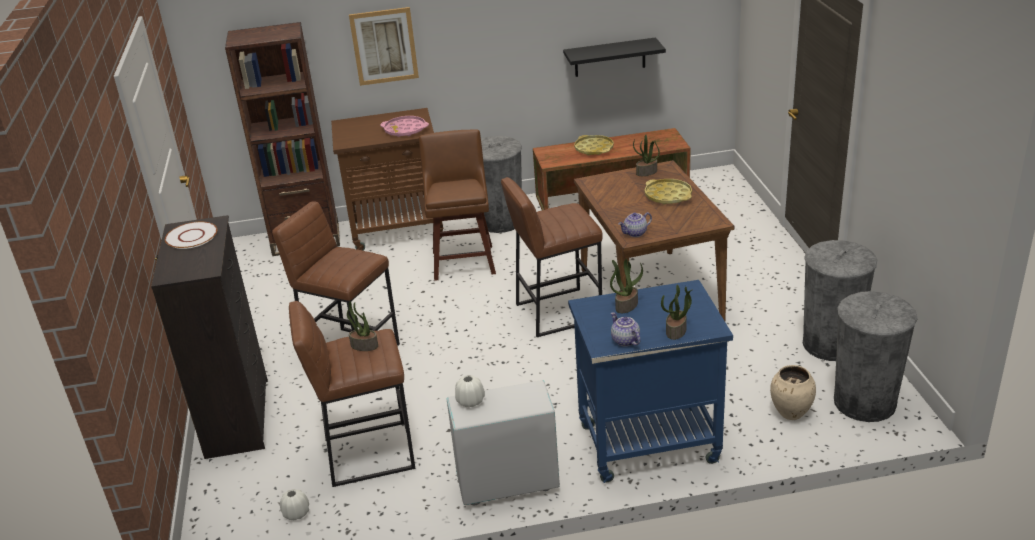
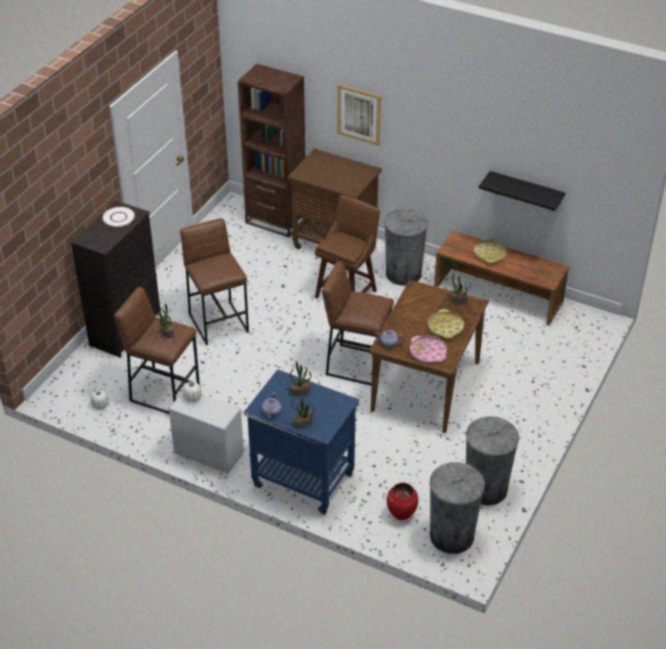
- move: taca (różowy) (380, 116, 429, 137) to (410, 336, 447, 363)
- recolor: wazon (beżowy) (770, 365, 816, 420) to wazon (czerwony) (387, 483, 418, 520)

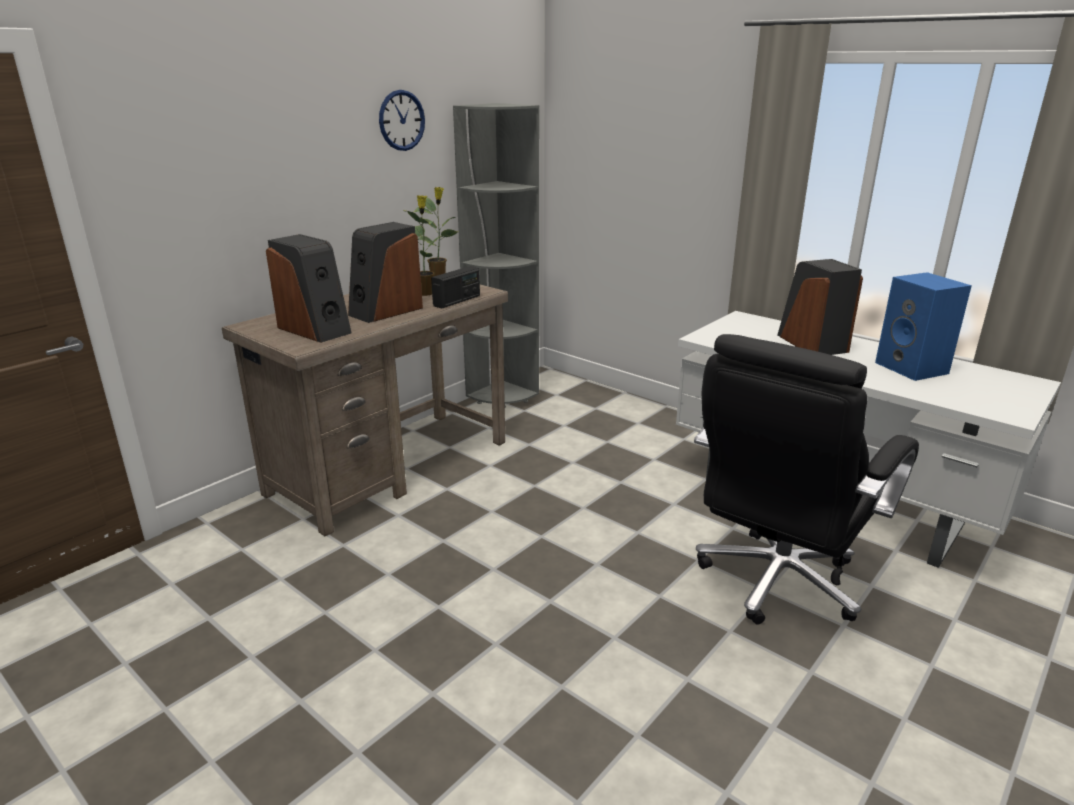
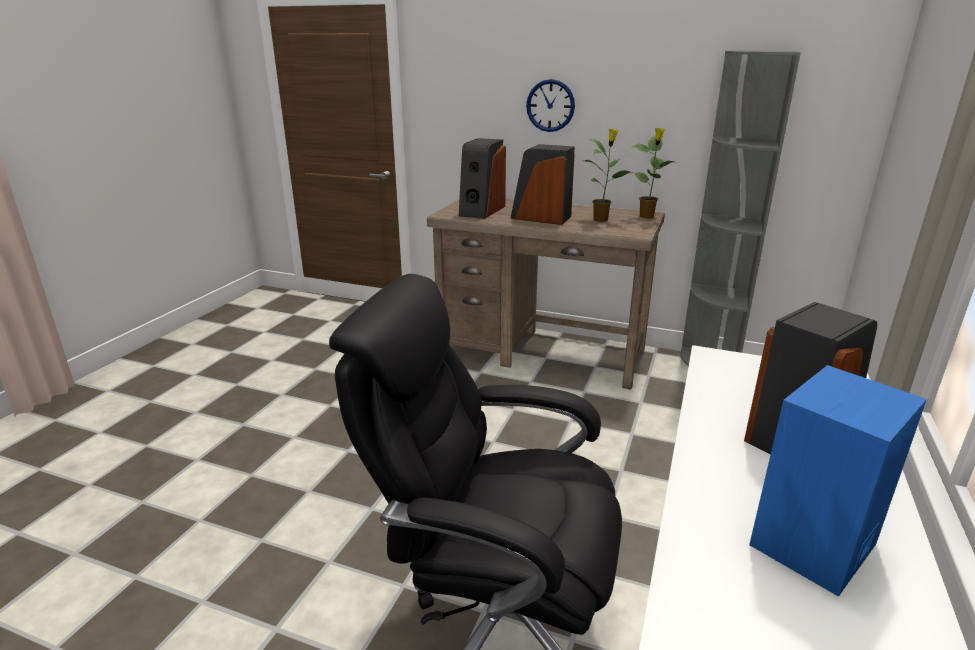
- move: zegar ścienny (379, 90, 425, 151) to (526, 79, 575, 132)
- delete: radio (431, 266, 480, 308)

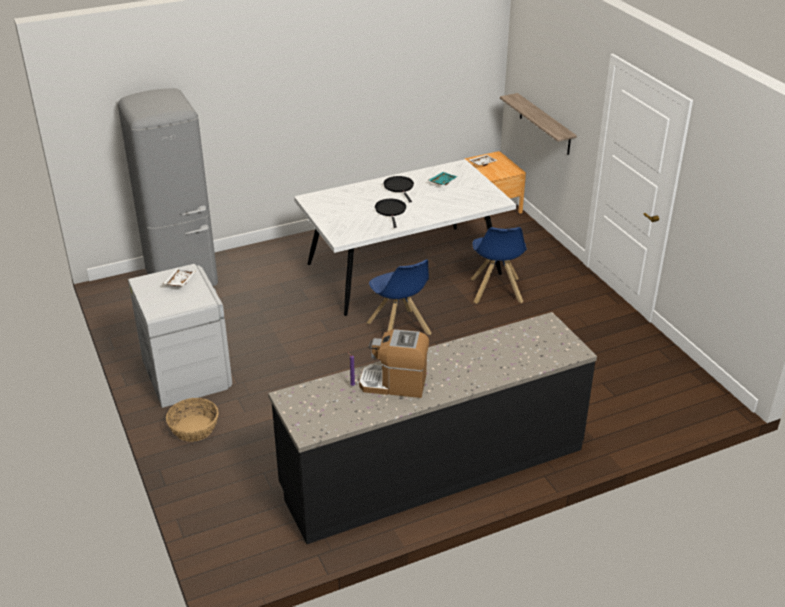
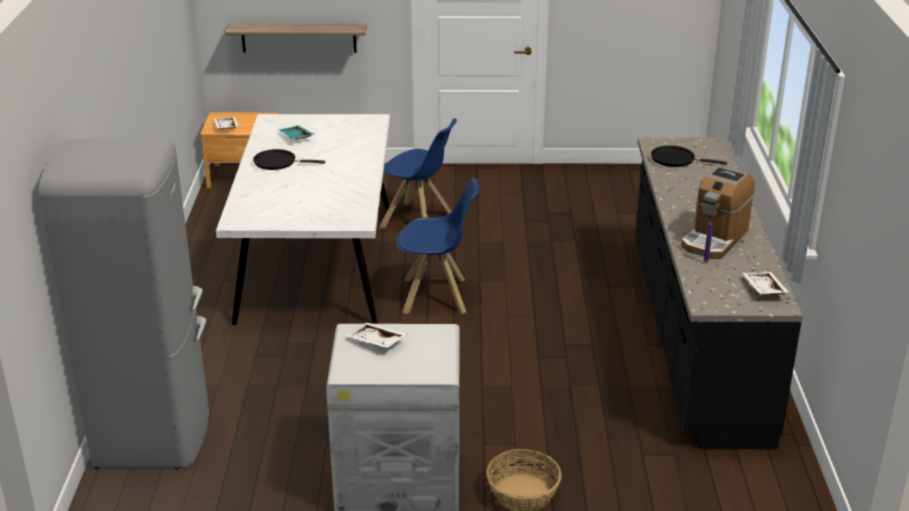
- move: patelnia (czarny) (375, 199, 406, 228) to (651, 146, 727, 167)
- insert: taca (biały) (743, 272, 790, 295)

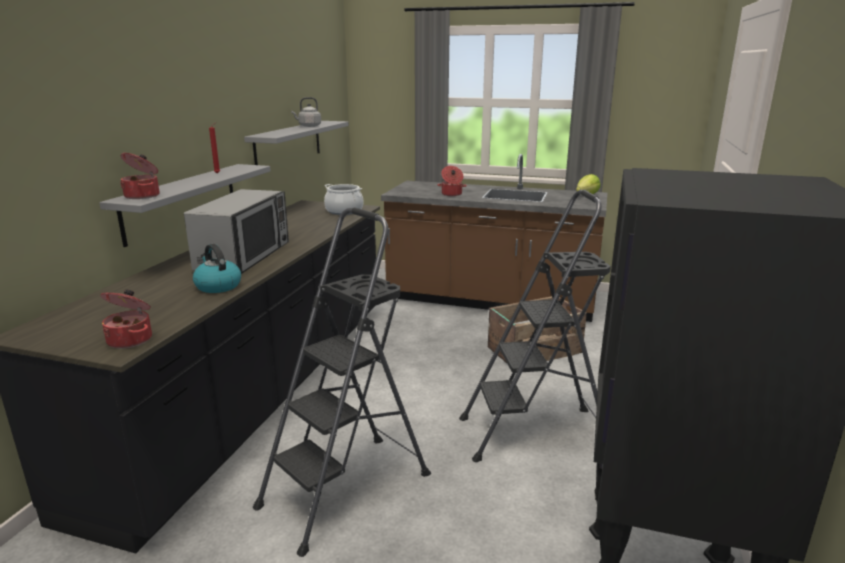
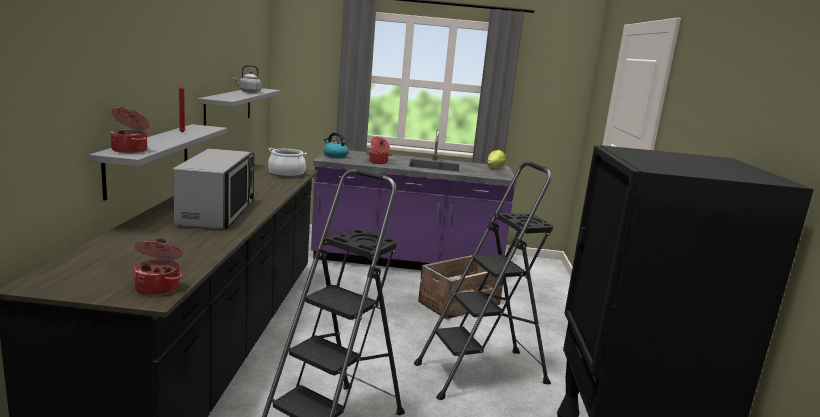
- move: czajnik (193, 244, 241, 293) to (323, 132, 348, 158)
- recolor: zabudowa kuchenna (brązowy) (381, 154, 607, 322) to zabudowa kuchenna (fioletowy) (311, 129, 517, 270)

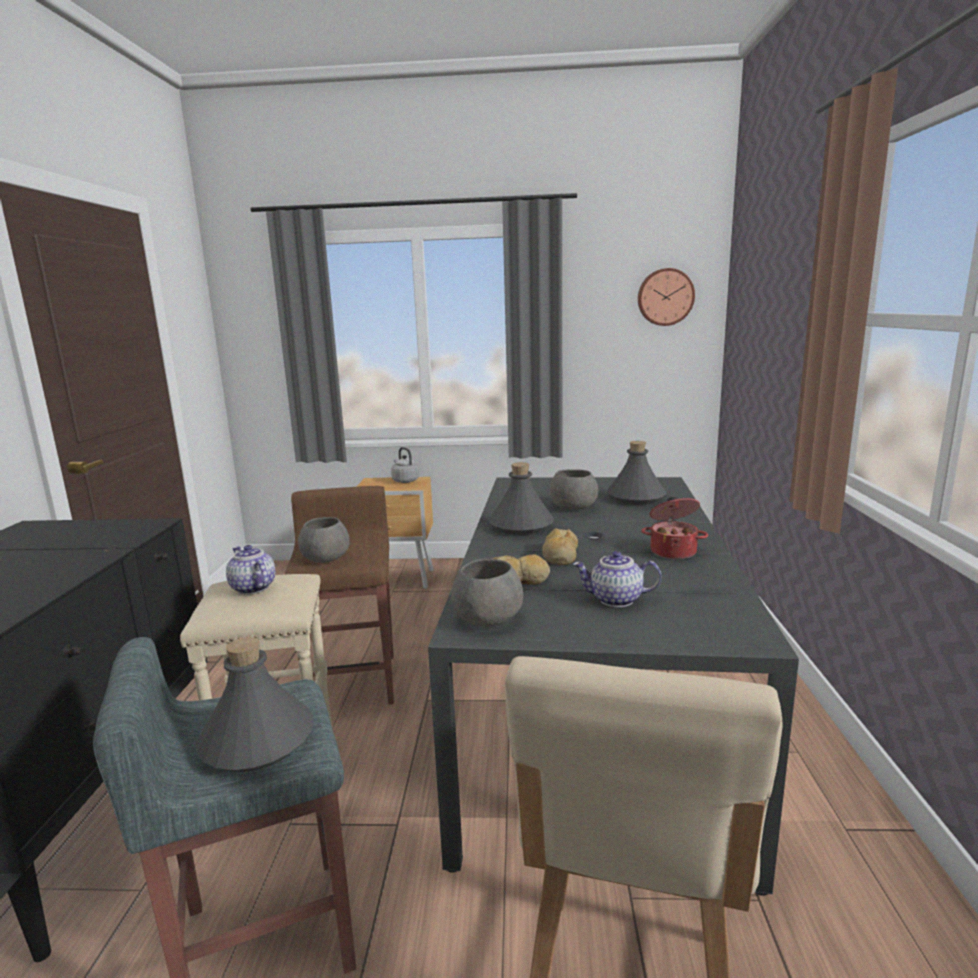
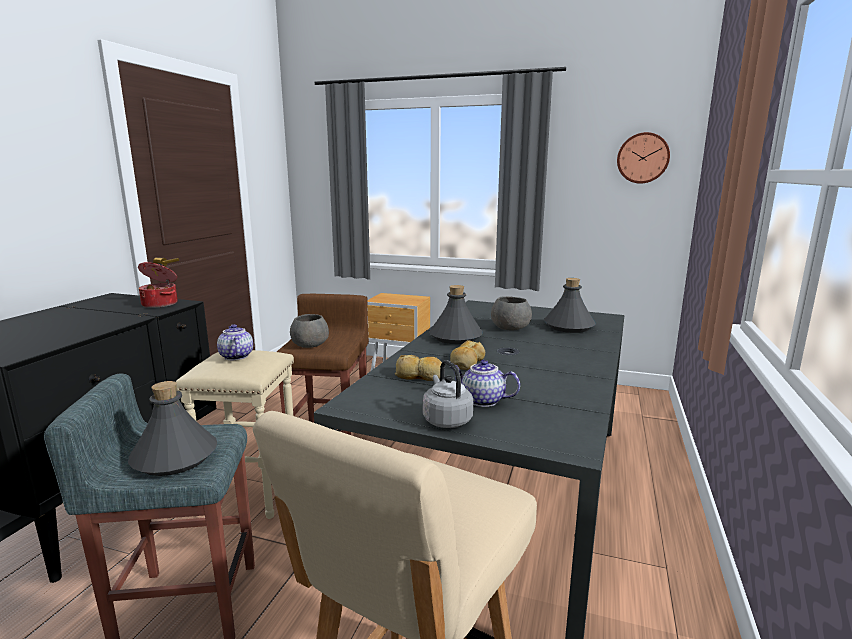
- move: czajnik (szary) (391, 447, 419, 483) to (423, 360, 473, 428)
- delete: miska (szary) (451, 559, 523, 627)
- move: garnek (641, 497, 708, 559) to (138, 262, 178, 308)

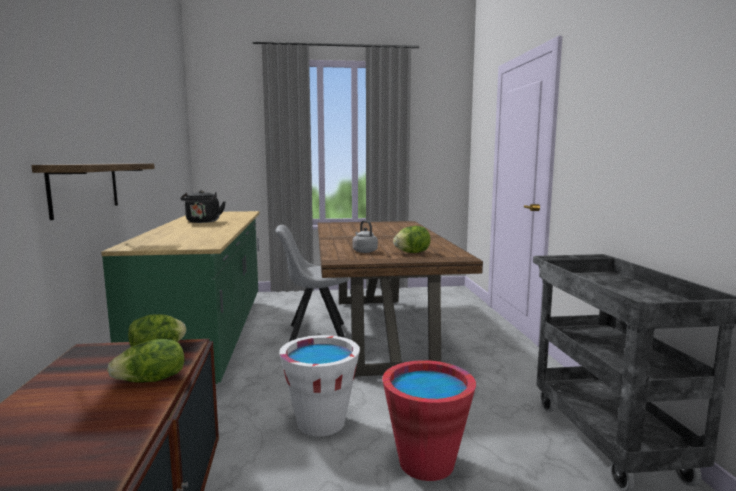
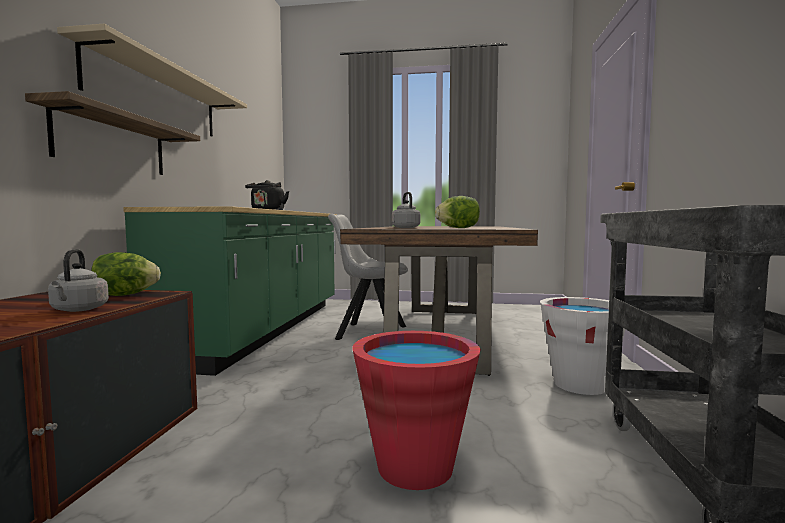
- replace: sałata (107, 339, 184, 383) to czajnik (szary) (48, 249, 109, 312)
- move: wiadro (biały) (279, 335, 360, 436) to (540, 297, 626, 395)
- insert: półka (beżowy) (57, 24, 247, 137)

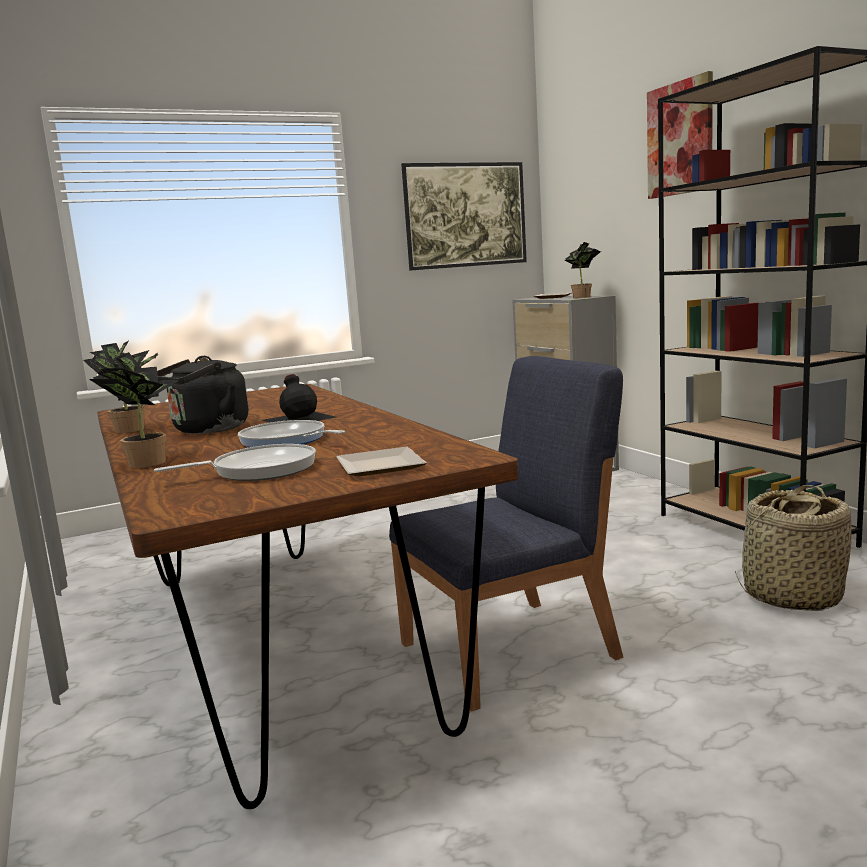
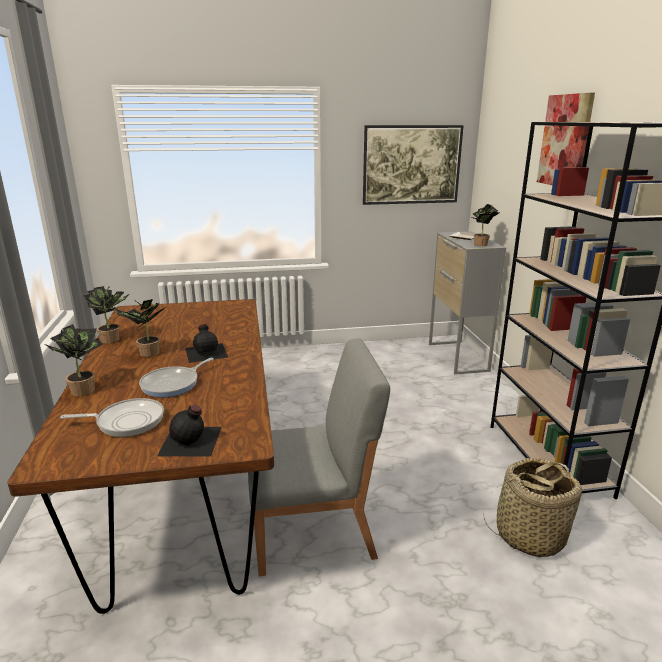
- replace: czajnik (czarny) (157, 356, 248, 434) to roślina doniczkowa (115, 299, 166, 357)
- rotate: patelnia (238, 420, 345, 447) = (139, 358, 214, 398) 105 degrees counterclockwise
- replace: talerz (337, 447, 426, 476) to butelka (czarny) (157, 405, 222, 457)
- recolor: krzesło (niebieski) (389, 356, 623, 712) to krzesło (szary) (248, 338, 390, 576)

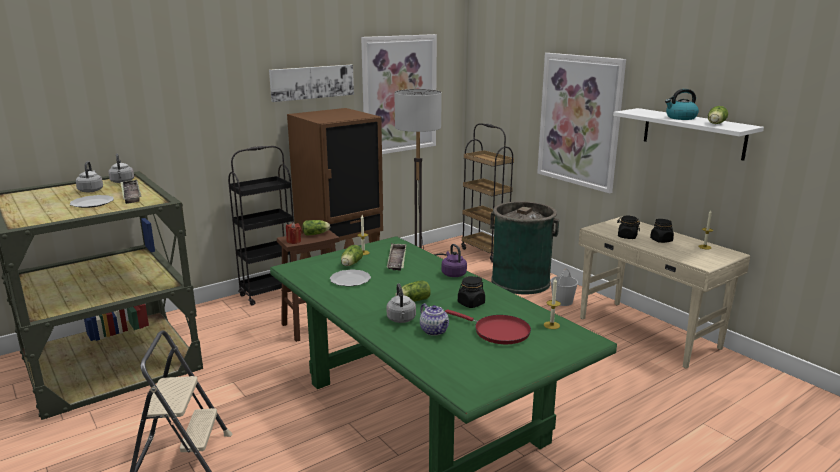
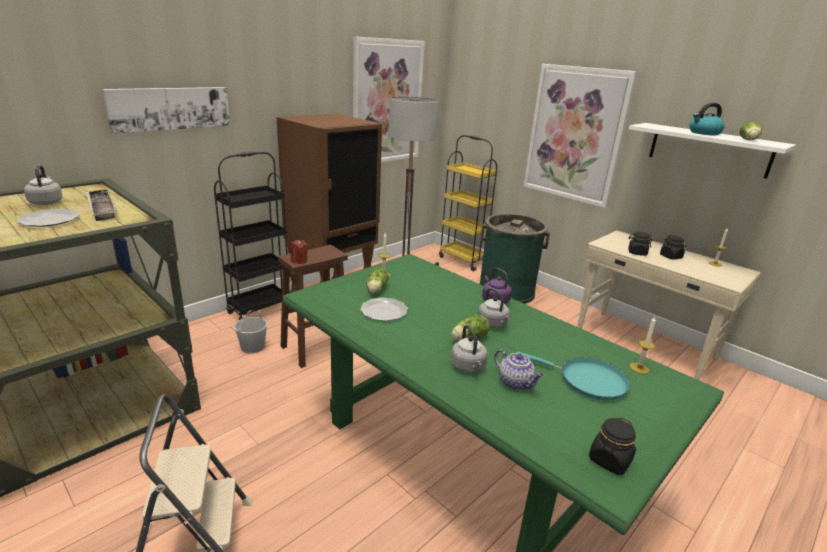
- move: czajnik (szary) (108, 154, 134, 183) to (478, 288, 511, 328)
- move: obraz (269, 65, 354, 102) to (102, 87, 230, 134)
- delete: sałata (303, 220, 330, 236)
- delete: taca (387, 243, 406, 271)
- recolor: patelnia (czerwony) (445, 309, 531, 344) to patelnia (turkusowy) (517, 352, 630, 401)
- move: słoik (czarny) (458, 276, 485, 308) to (589, 418, 636, 475)
- recolor: wózek (brązowy) (461, 123, 514, 263) to wózek (żółty) (439, 135, 497, 271)
- move: wiadro (biały) (550, 268, 578, 306) to (234, 310, 267, 354)

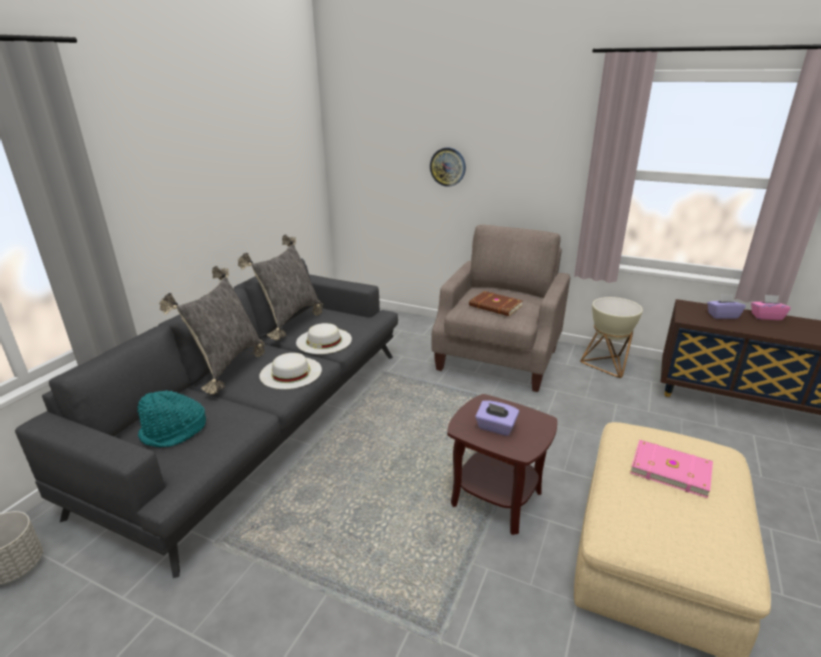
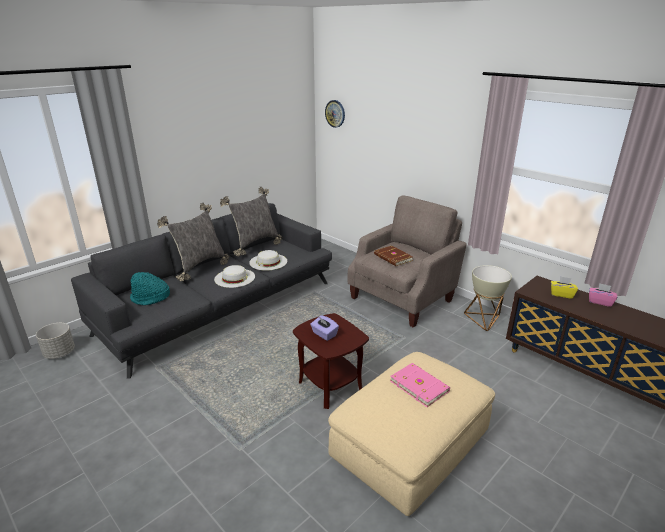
- move: zegar ścienny (430, 147, 466, 187) to (325, 100, 345, 128)
- recolor: pudełko chusteczek (fioletowy) (707, 294, 746, 319) to pudełko chusteczek (żółty) (551, 276, 578, 299)

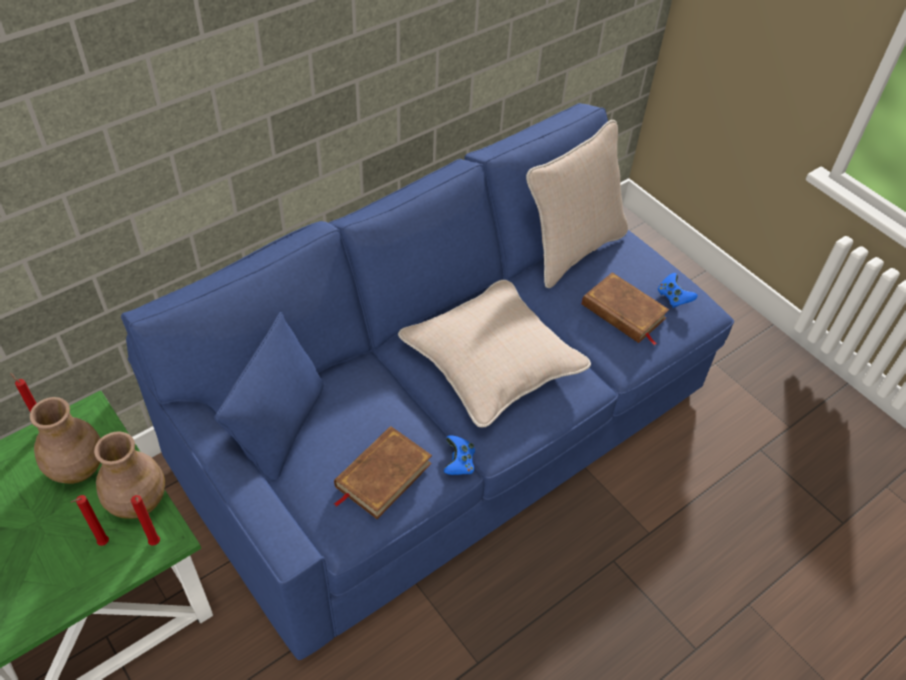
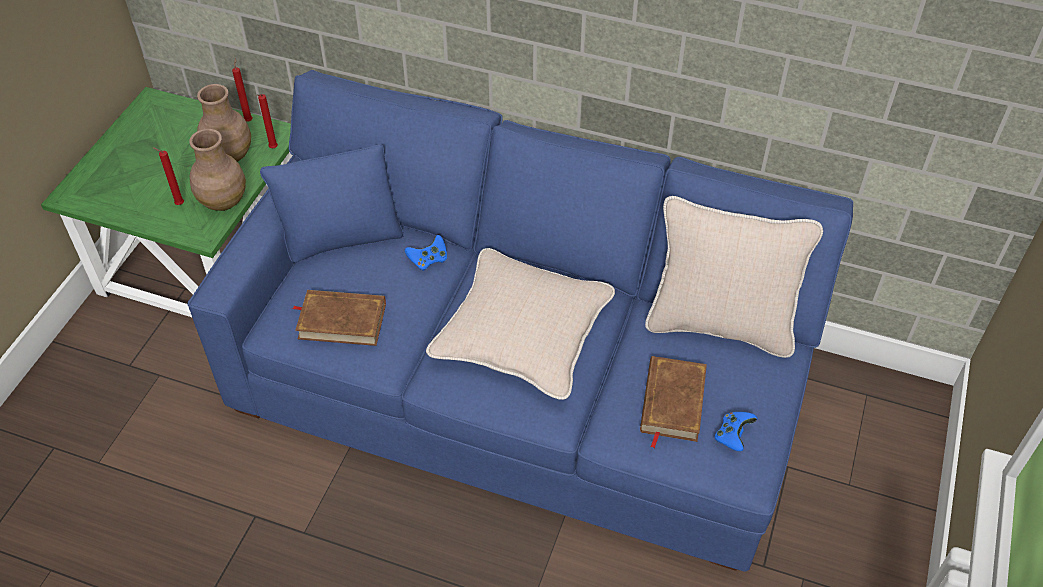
- move: świeca (czerwony) (131, 495, 160, 546) to (256, 94, 278, 148)
- move: pad do gier (niebieski) (444, 435, 475, 475) to (405, 235, 447, 271)

